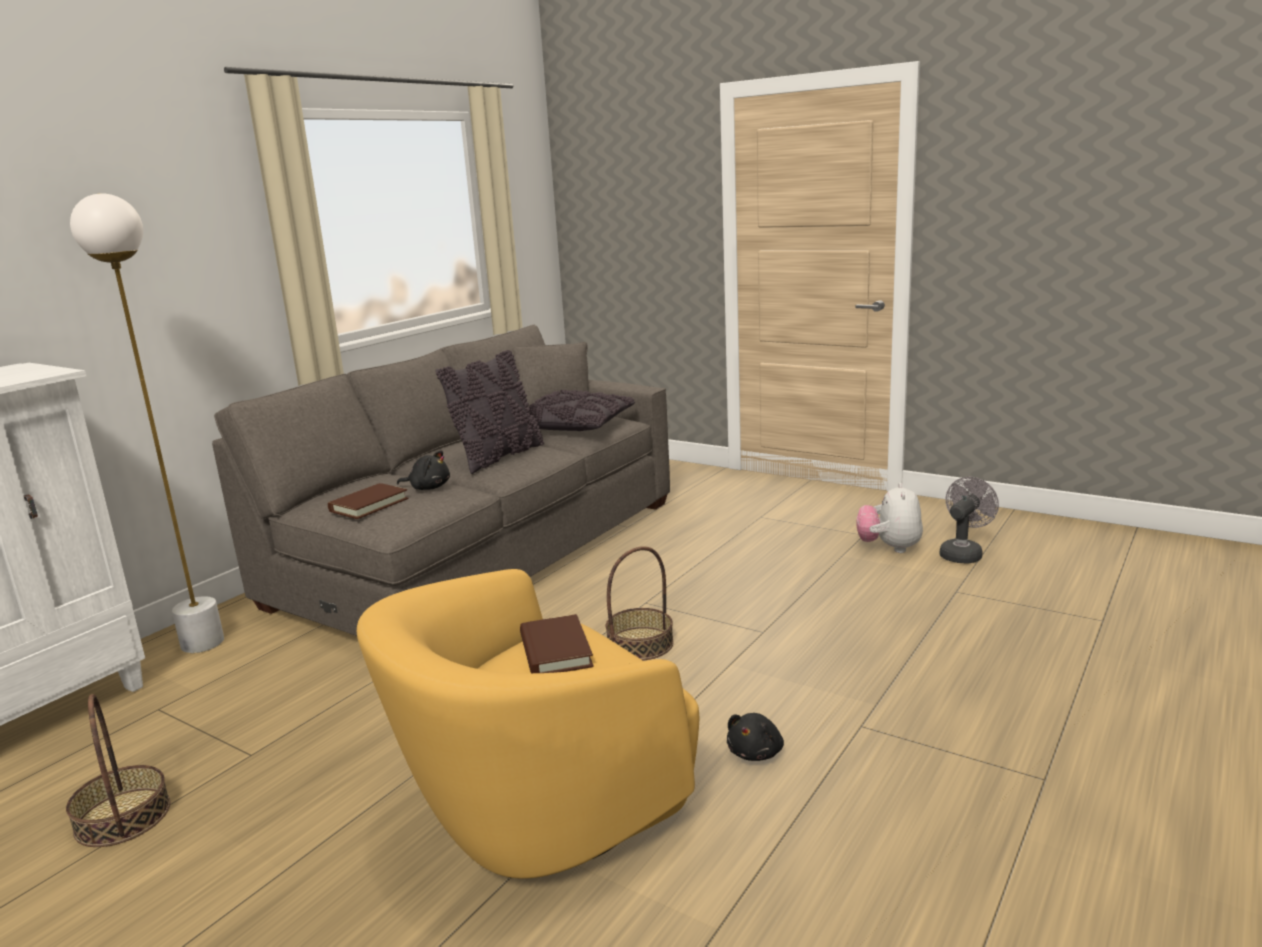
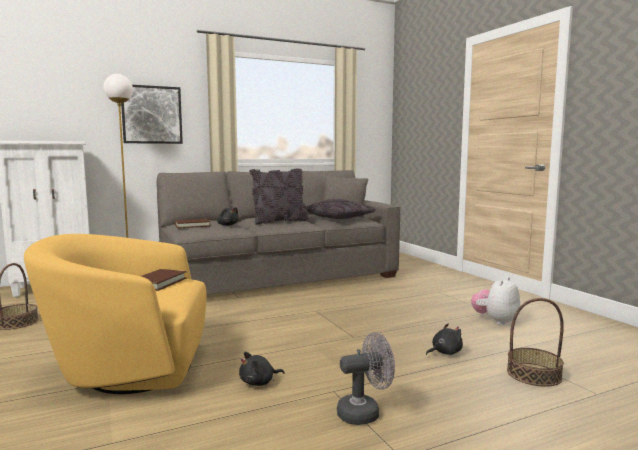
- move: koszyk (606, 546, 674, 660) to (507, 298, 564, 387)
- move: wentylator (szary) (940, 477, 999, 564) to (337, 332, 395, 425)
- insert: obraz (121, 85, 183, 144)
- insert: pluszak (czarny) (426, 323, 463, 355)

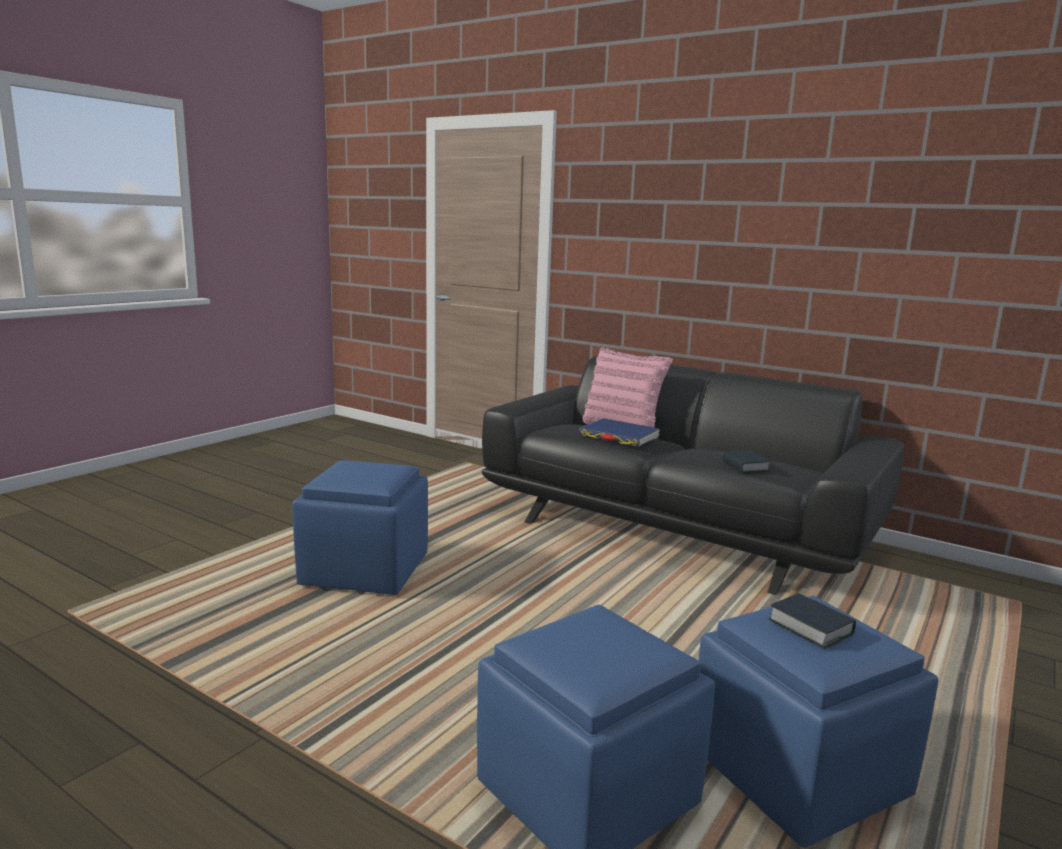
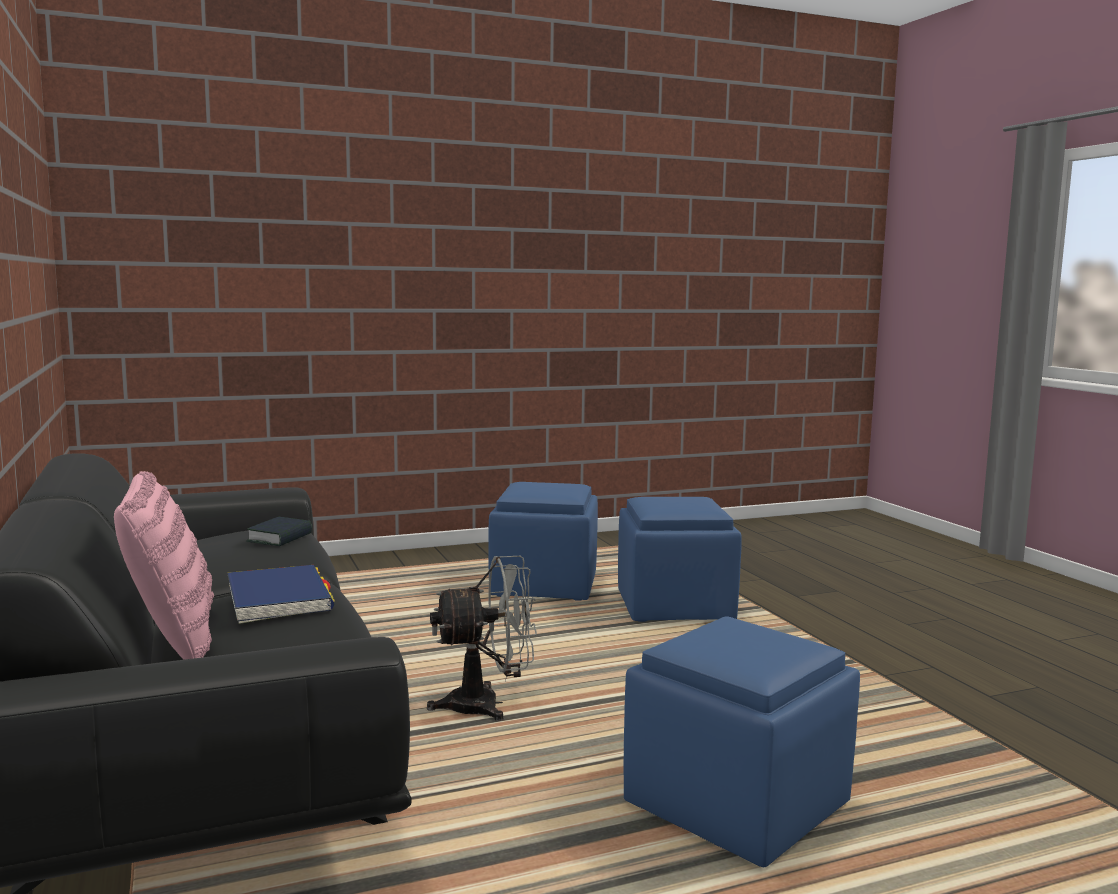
- delete: książka (769, 593, 856, 649)
- insert: wentylator (szary) (427, 556, 537, 721)

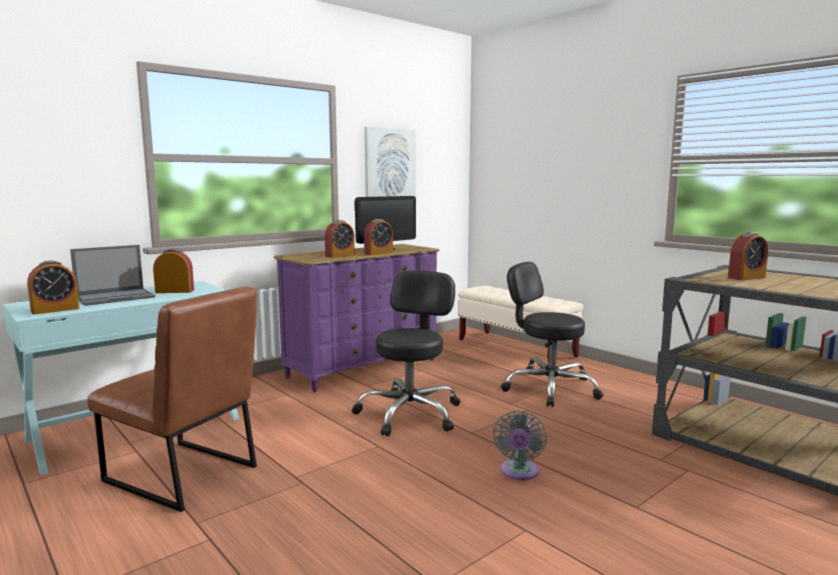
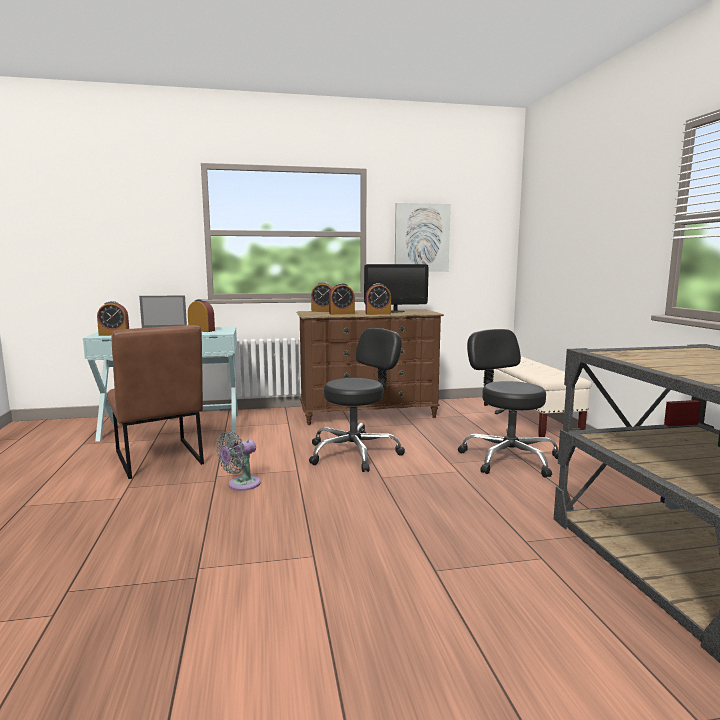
- recolor: komoda (fioletowy) (273, 244, 440, 392) to komoda (brązowy) (296, 309, 444, 425)
- move: wentylator (szary) (493, 410, 547, 480) to (216, 431, 261, 491)
- move: budzik (728, 232, 768, 280) to (311, 282, 333, 312)

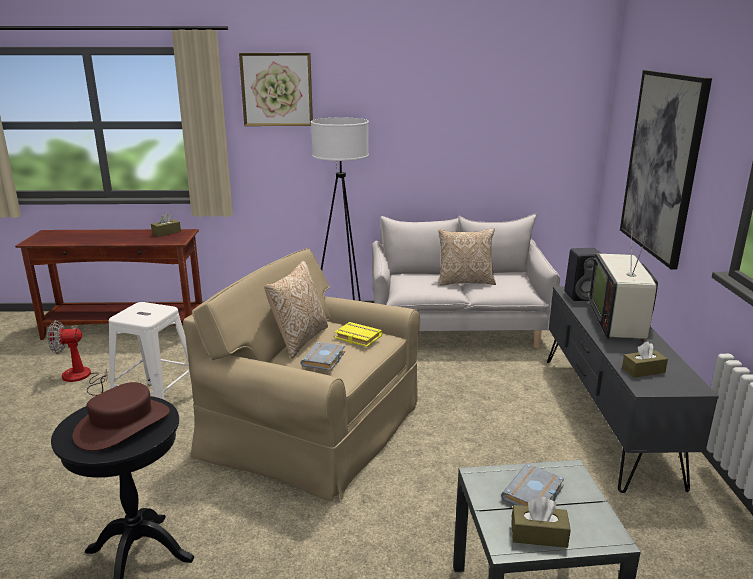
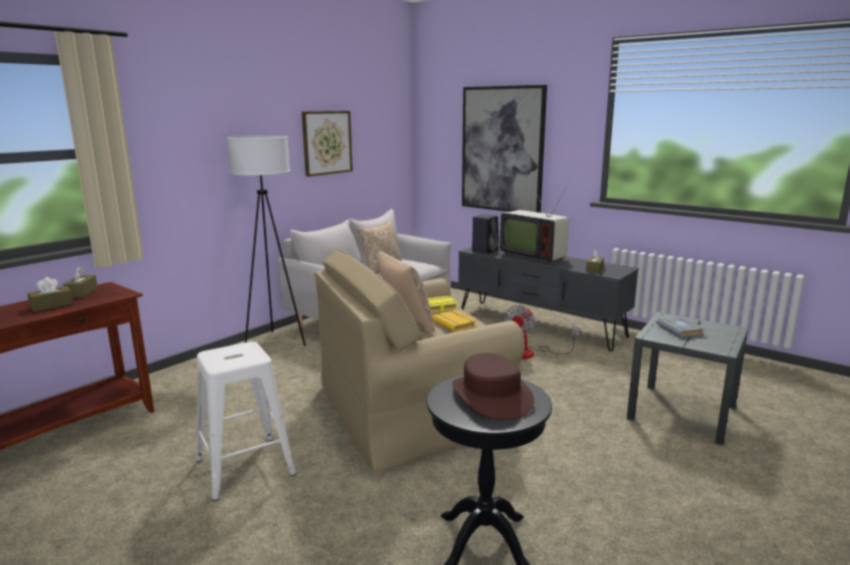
- move: wentylator (48, 320, 108, 396) to (505, 305, 579, 359)
- move: obraz (239, 53, 313, 126) to (302, 111, 353, 177)
- recolor: książka (szary) (301, 342, 345, 371) to książka (żółty) (432, 310, 477, 332)
- move: pudełko chusteczek (brązowy) (511, 497, 571, 548) to (27, 277, 74, 312)

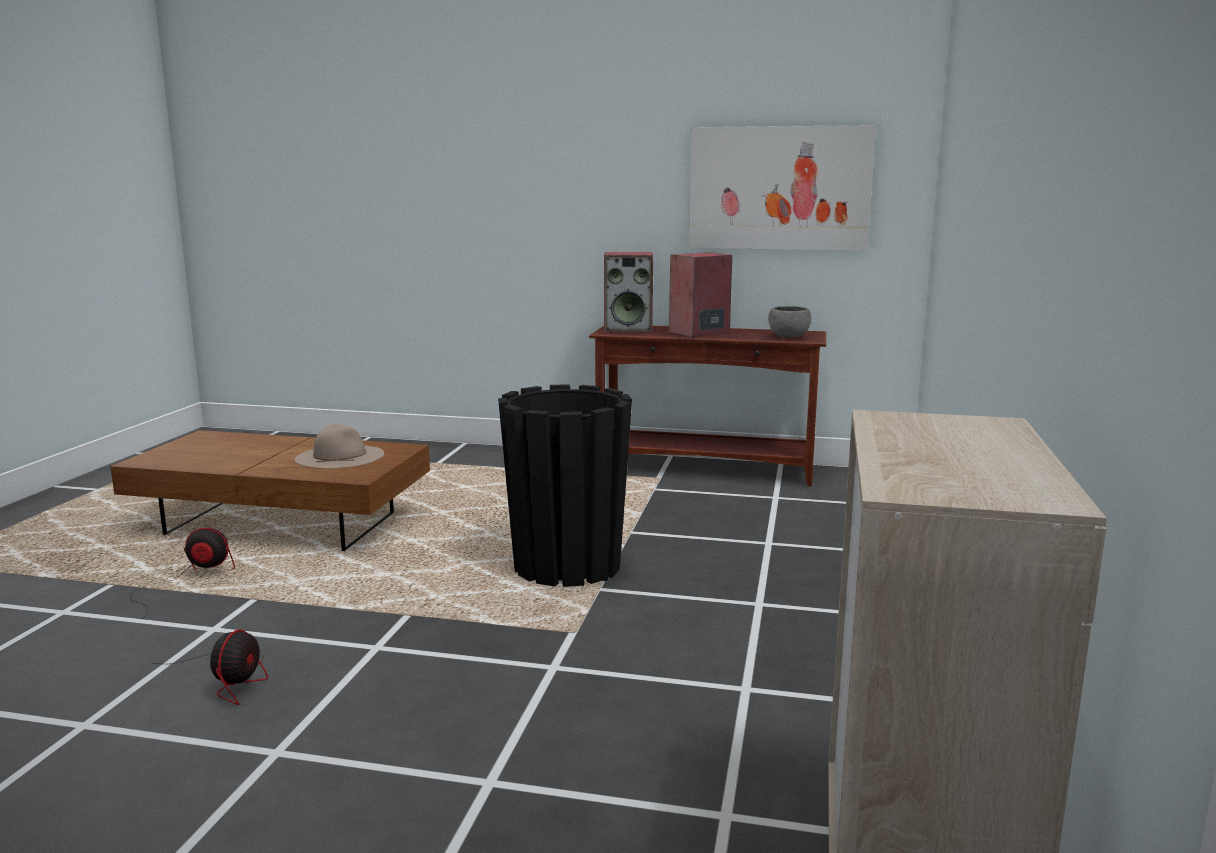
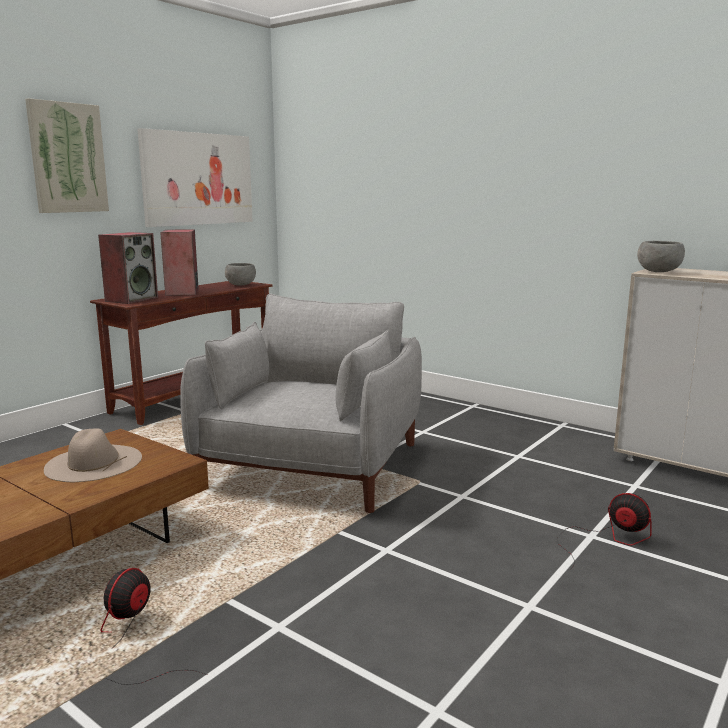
- move: wentylator (151, 629, 268, 705) to (557, 493, 652, 570)
- replace: donica (czarny) (498, 384, 632, 587) to fotel (szary) (180, 294, 422, 513)
- insert: obraz (25, 98, 109, 213)
- insert: miska (szary) (637, 241, 685, 272)

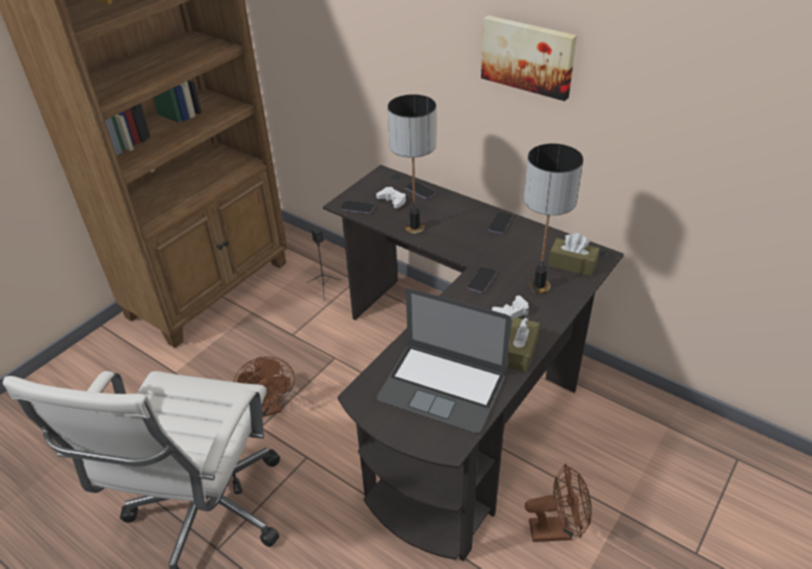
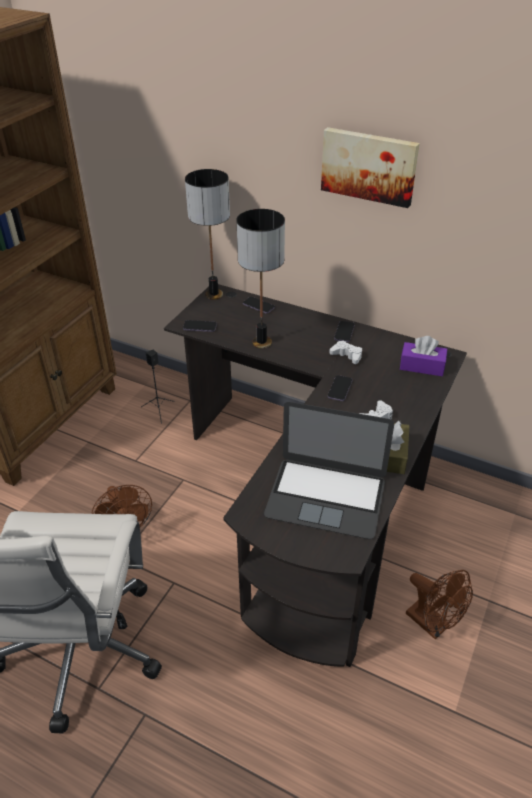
- move: pad do gier (biały) (376, 187, 406, 208) to (329, 340, 362, 364)
- move: lampa stołowa (524, 143, 583, 294) to (185, 169, 230, 300)
- rotate: wentylator (brązowy) (525, 464, 592, 542) = (406, 570, 473, 639) 60 degrees clockwise
- recolor: pudełko chusteczek (brązowy) (548, 233, 600, 276) to pudełko chusteczek (fioletowy) (400, 336, 447, 376)

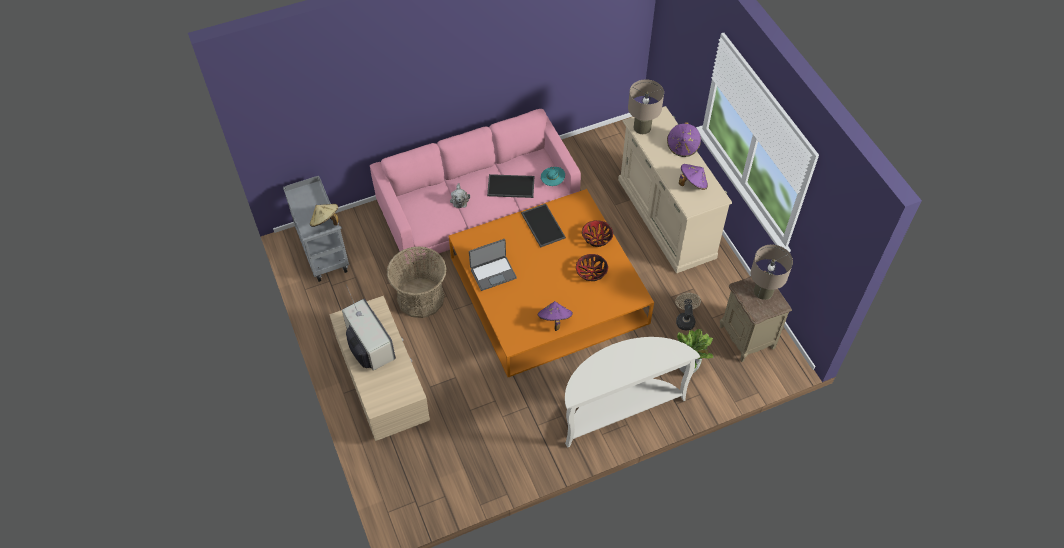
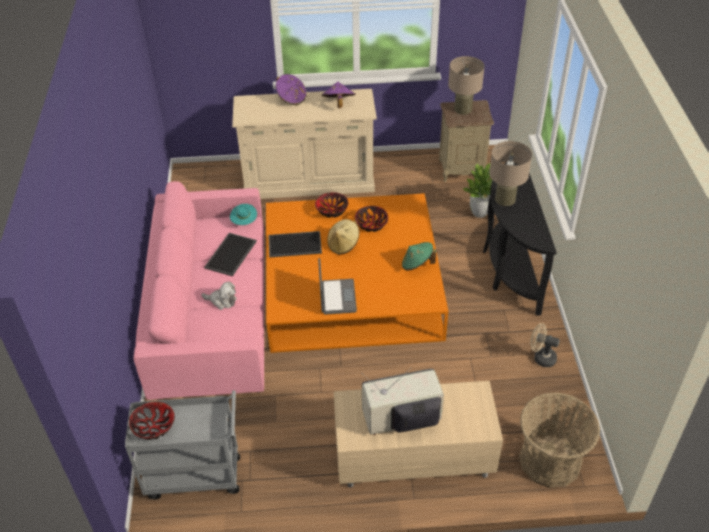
- move: kapelusz (beżowy) (310, 204, 338, 227) to (327, 219, 359, 255)
- move: koszyk (387, 246, 446, 318) to (519, 392, 600, 488)
- recolor: kapelusz (fioletowy) (538, 301, 573, 331) to kapelusz (zielony) (402, 242, 436, 271)
- recolor: stolik konsolowy (biały) (565, 337, 700, 448) to stolik konsolowy (czarny) (483, 162, 557, 316)
- move: lampa stołowa (beżowy) (628, 79, 664, 134) to (489, 141, 532, 206)
- move: wentylator (beżowy) (675, 293, 701, 330) to (530, 323, 560, 367)
- insert: miska (129, 401, 175, 440)

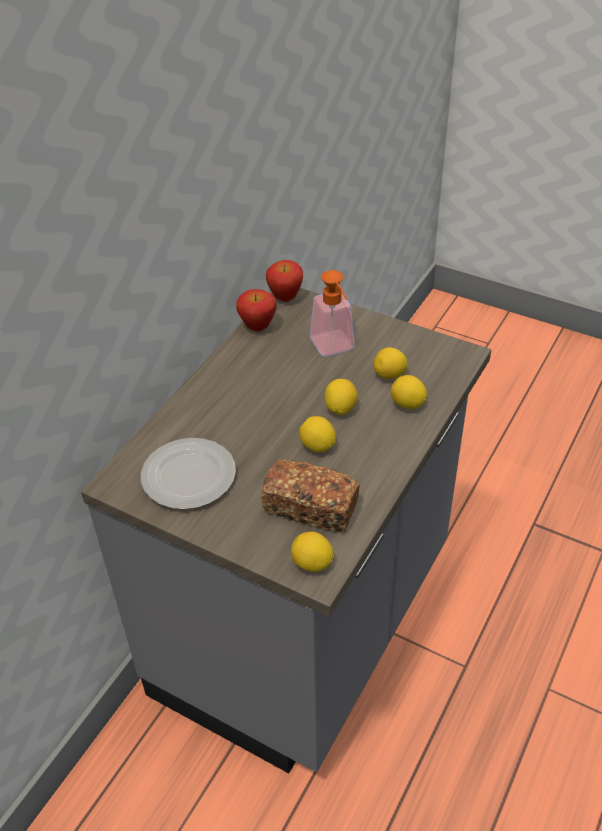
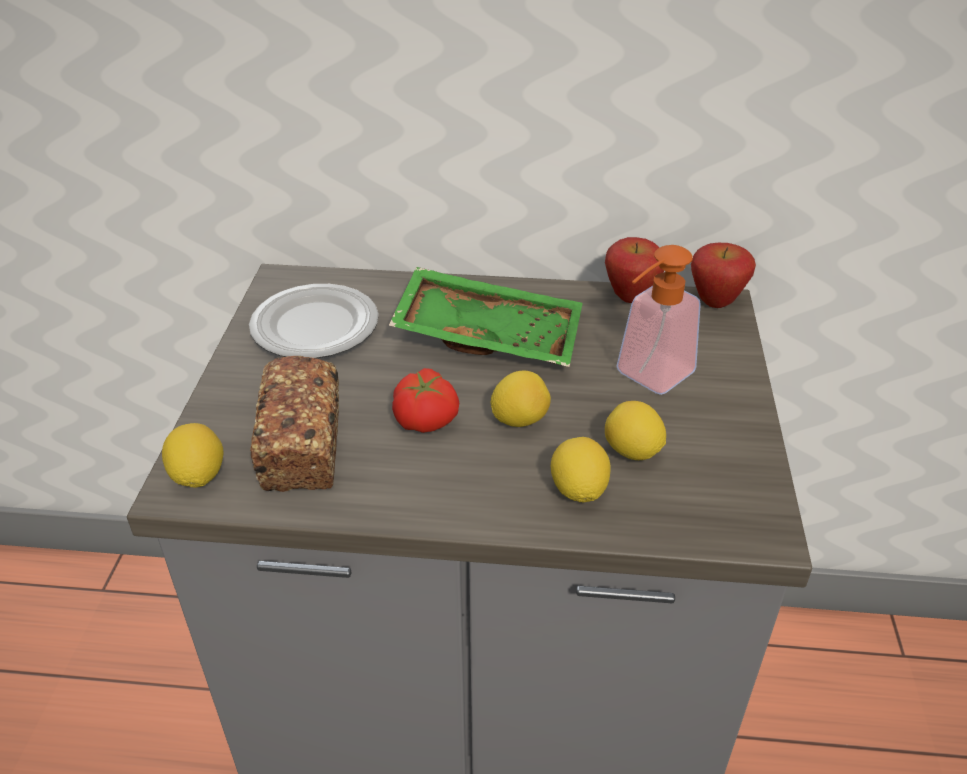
- replace: cytryna (299, 416, 336, 452) to pomidor (392, 368, 459, 433)
- insert: taca (zielony) (389, 267, 583, 367)

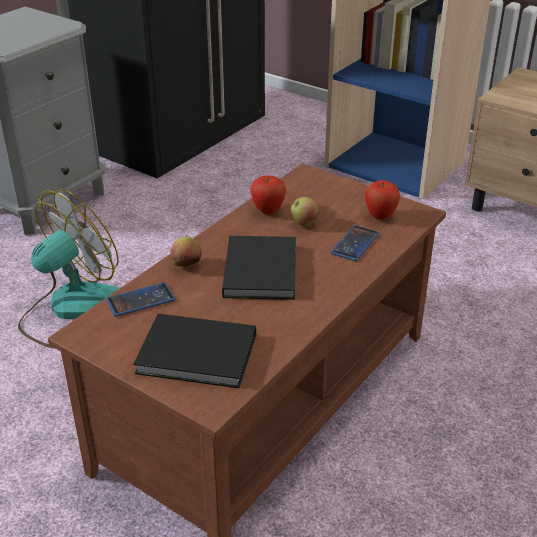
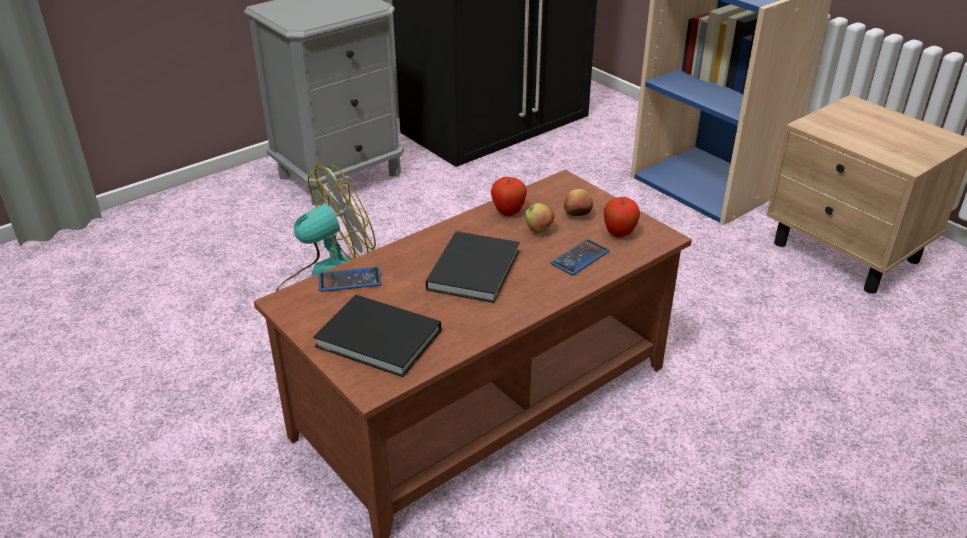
- move: jabłko (170, 237, 202, 266) to (564, 189, 593, 216)

